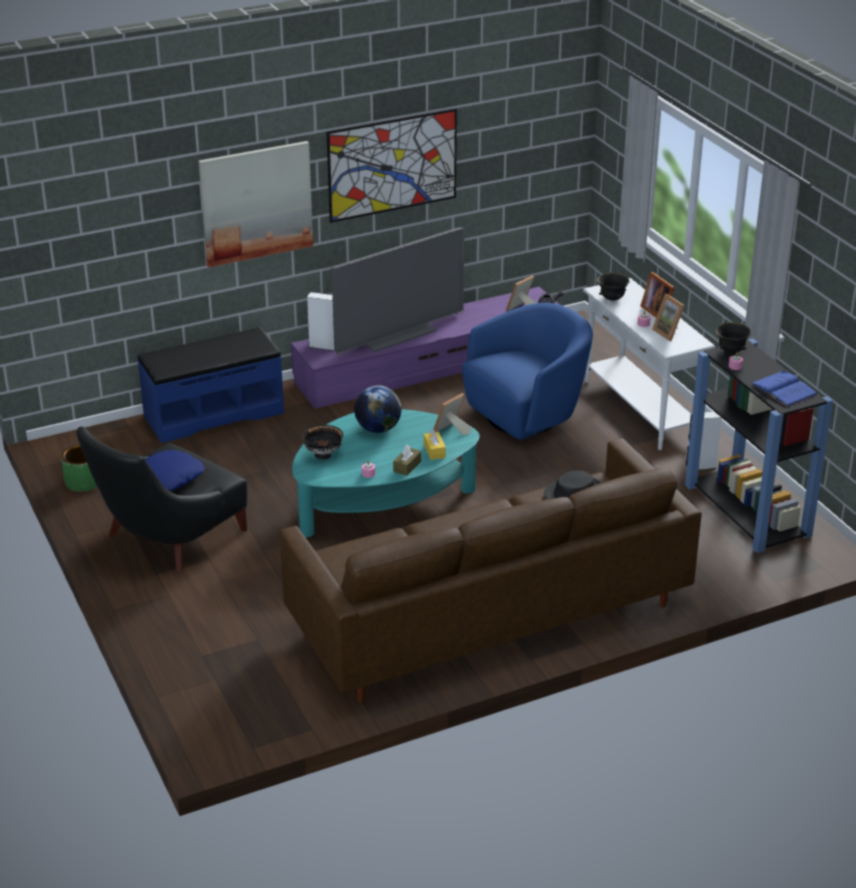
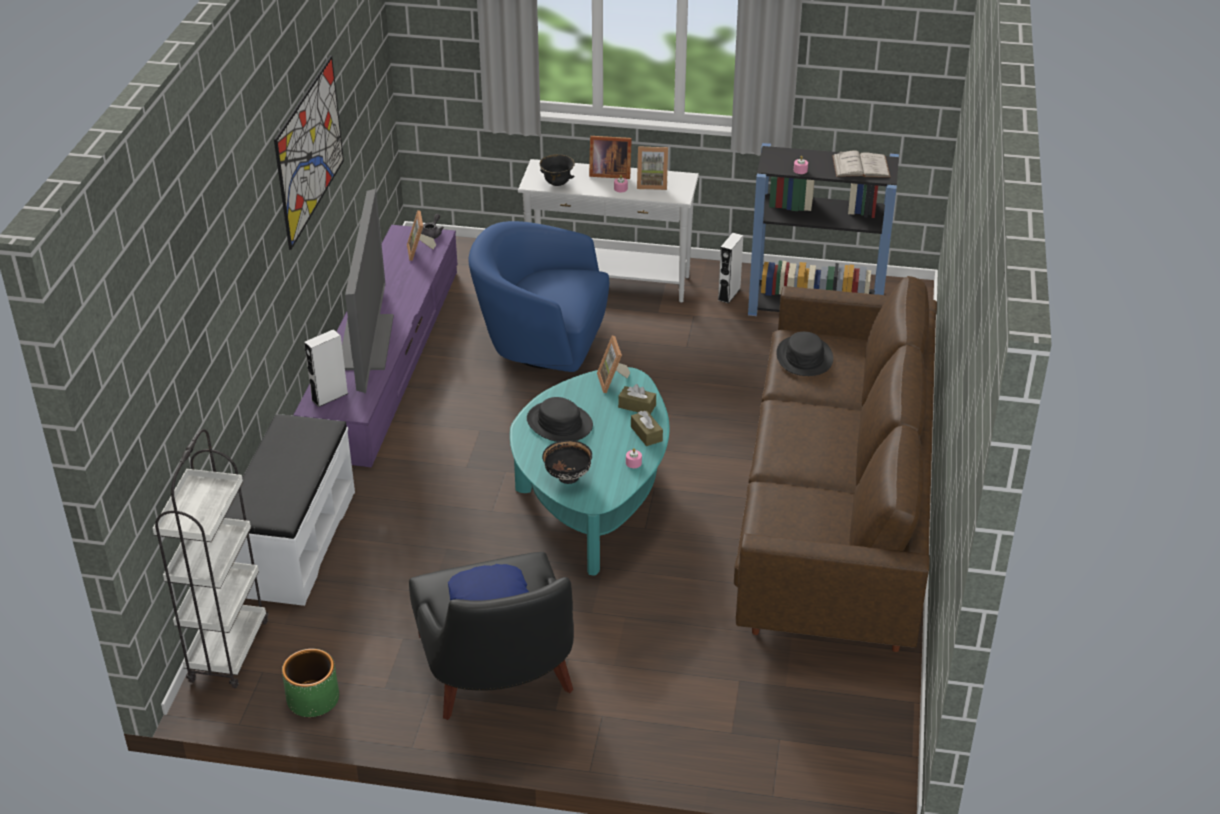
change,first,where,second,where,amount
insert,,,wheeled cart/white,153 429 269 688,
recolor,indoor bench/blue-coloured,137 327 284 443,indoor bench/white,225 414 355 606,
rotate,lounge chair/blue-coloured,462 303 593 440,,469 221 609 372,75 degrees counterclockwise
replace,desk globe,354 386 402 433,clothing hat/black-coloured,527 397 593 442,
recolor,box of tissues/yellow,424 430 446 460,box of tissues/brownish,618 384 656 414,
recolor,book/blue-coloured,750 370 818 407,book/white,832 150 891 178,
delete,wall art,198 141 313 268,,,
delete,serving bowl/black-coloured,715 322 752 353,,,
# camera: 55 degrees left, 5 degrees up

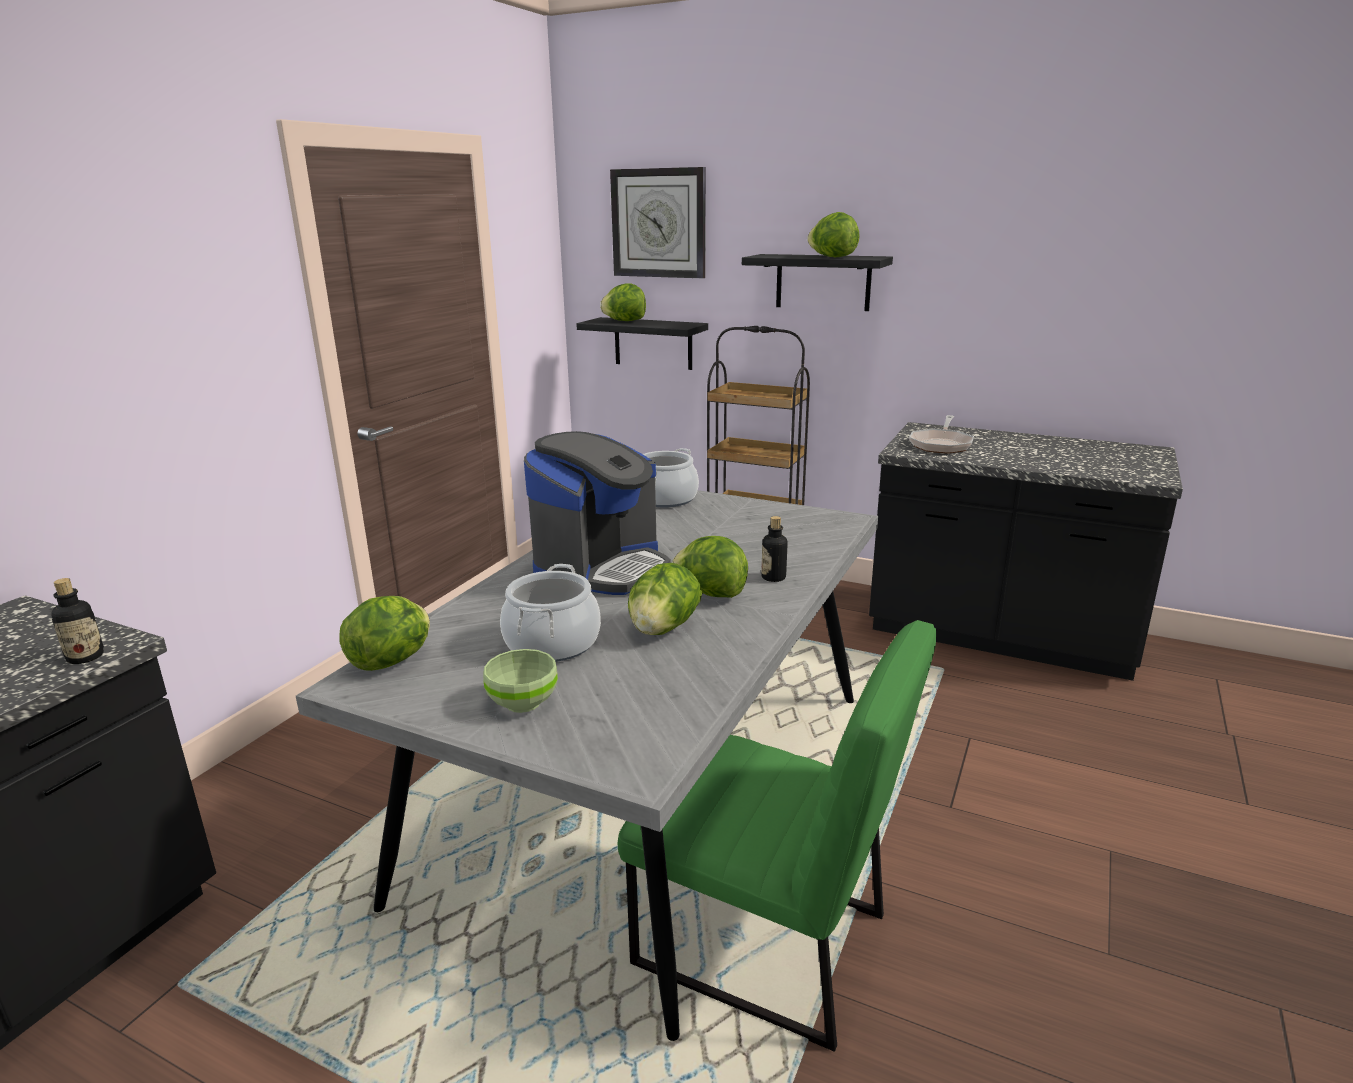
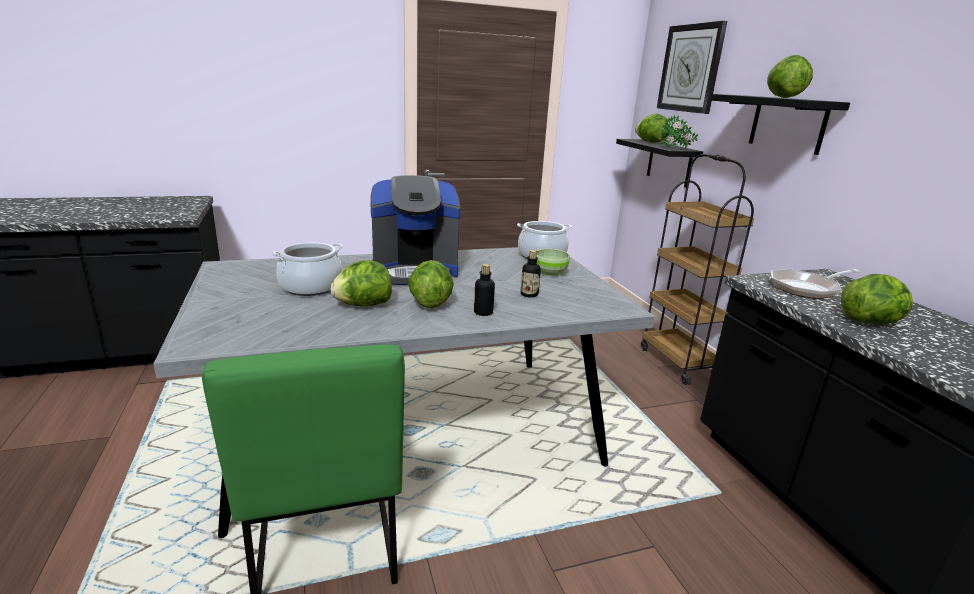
change,first,where,second,where,amount
move,beverage bottle,51 578 104 664,,521 250 541 298,
move,serving bowl/green-coloured,483 649 558 713,,536 249 570 276,
insert,,,potted plant,661 115 699 149,
move,head of lettuce,339 596 430 671,,841 274 913 324,
# camera: 45 degrees right, 0 degrees up

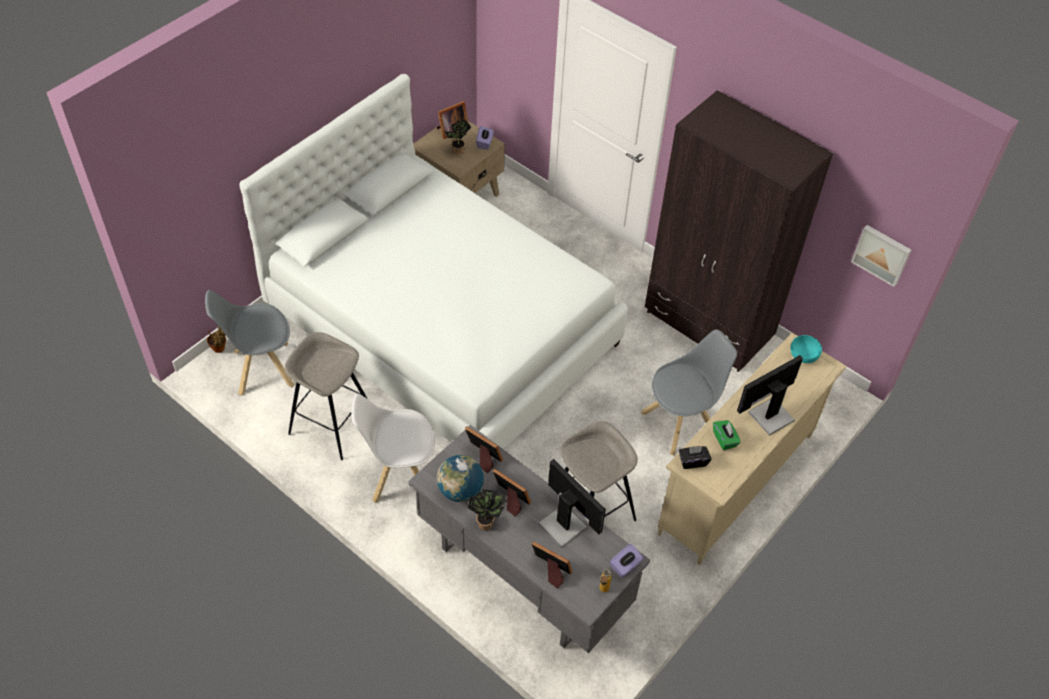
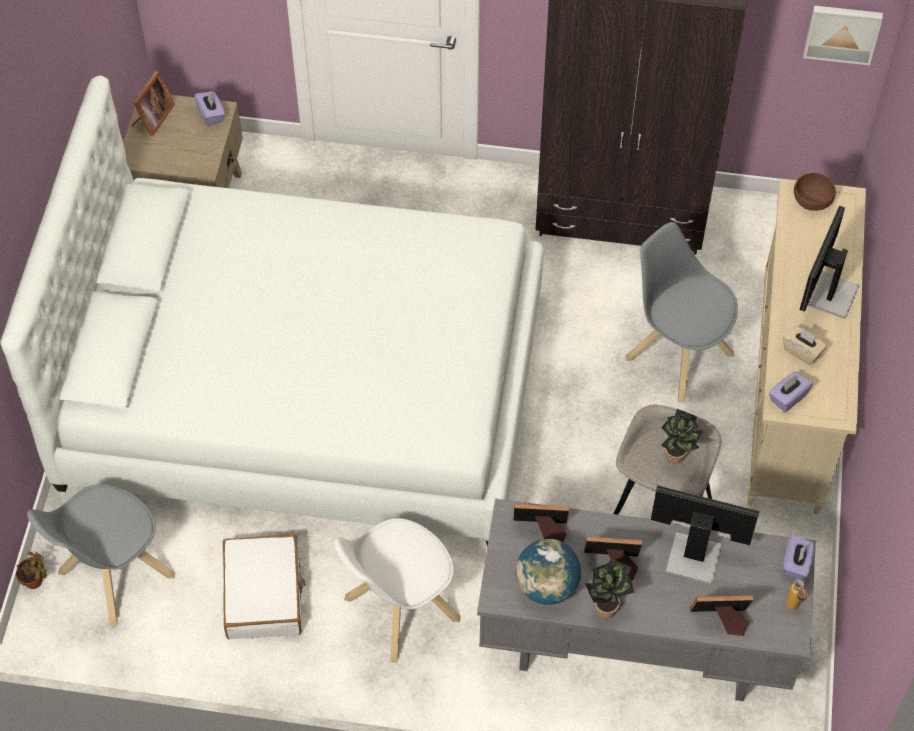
change,first,where,second,where,amount
replace,sitting stool/greyish,285 332 367 460,suitcase/white,222 534 306 640,
rotate,chair/greyish,641 329 737 456,,626 222 738 402,75 degrees counterclockwise
move,potted plant,445 120 471 154,,661 409 703 464,
recolor,box of tissues/black-coloured,679 446 712 469,box of tissues/purple-coloured,769 372 813 412,
recolor,box of tissues/green-coloured,713 420 741 450,box of tissues/beige-coloured,783 326 827 365,
recolor,serving bowl/blue-green,790 335 822 363,serving bowl/brownish,794 173 836 211,
# camera: 30 degrees left, 5 degrees up

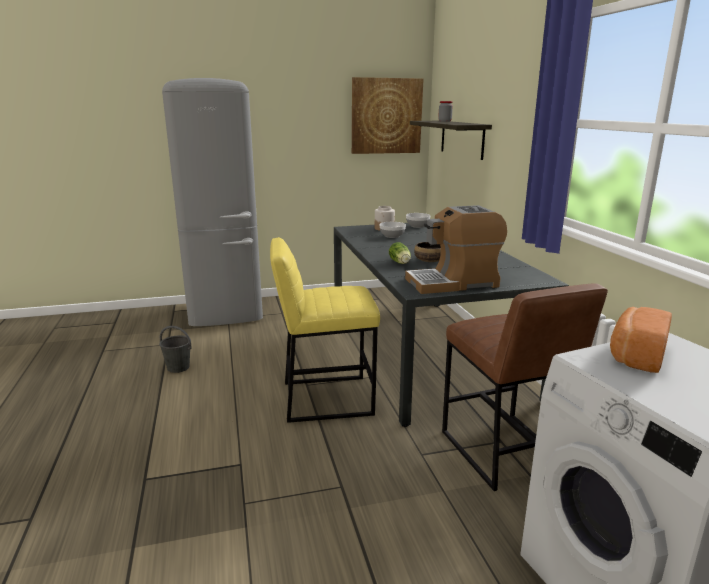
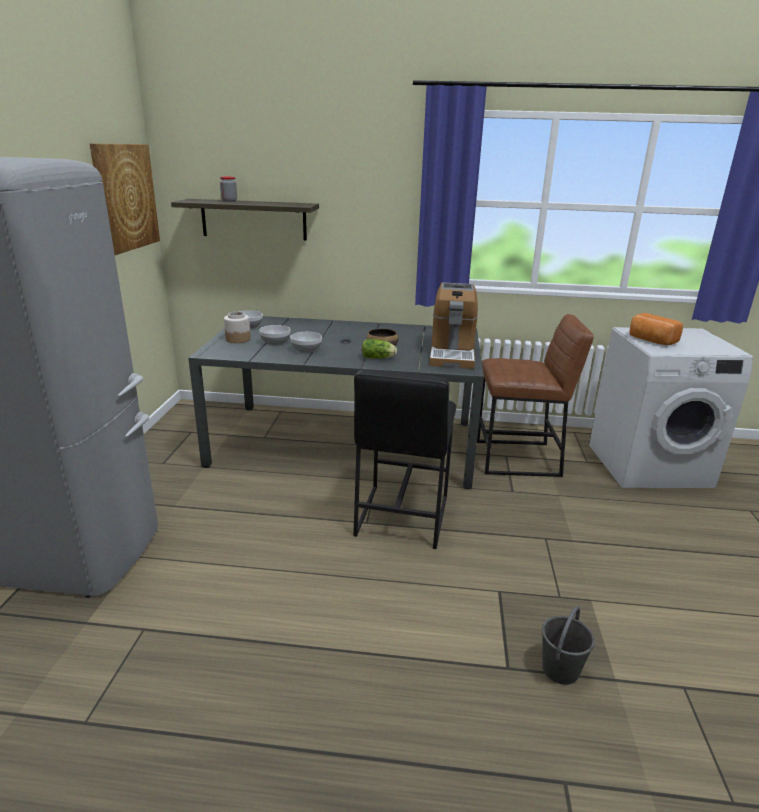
change,first,where,second,where,amount
insert,,,serving bowl,290 332 322 353,
recolor,chair/yellow,270 237 380 423,chair/black-coloured,353 369 456 549,
move,water bucket/greyish,159 326 192 373,,542 606 595 685,
# camera: 70 degrees left, 5 degrees up

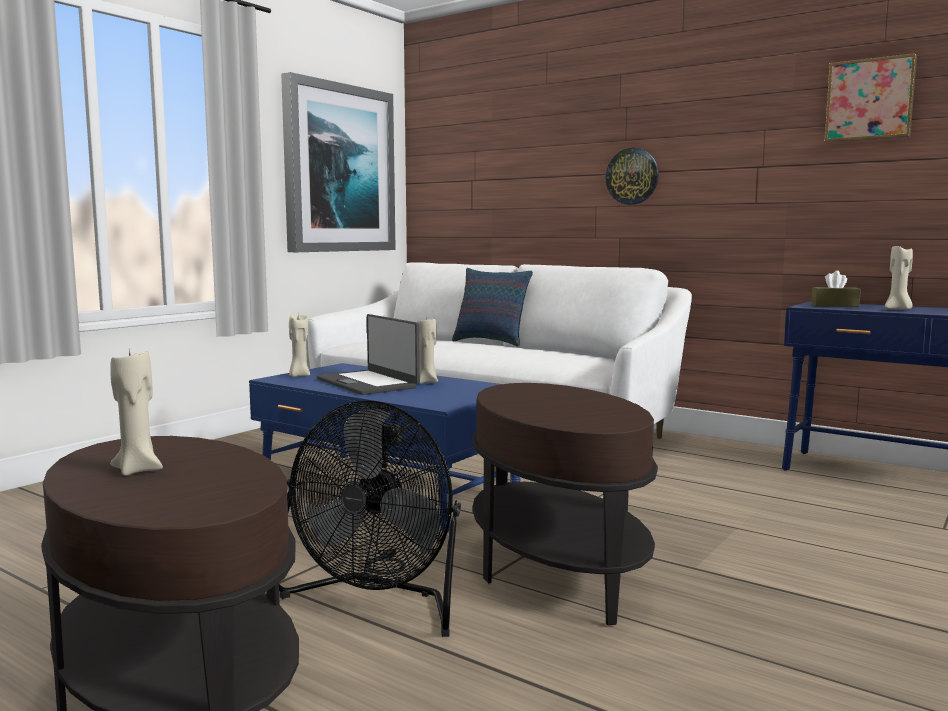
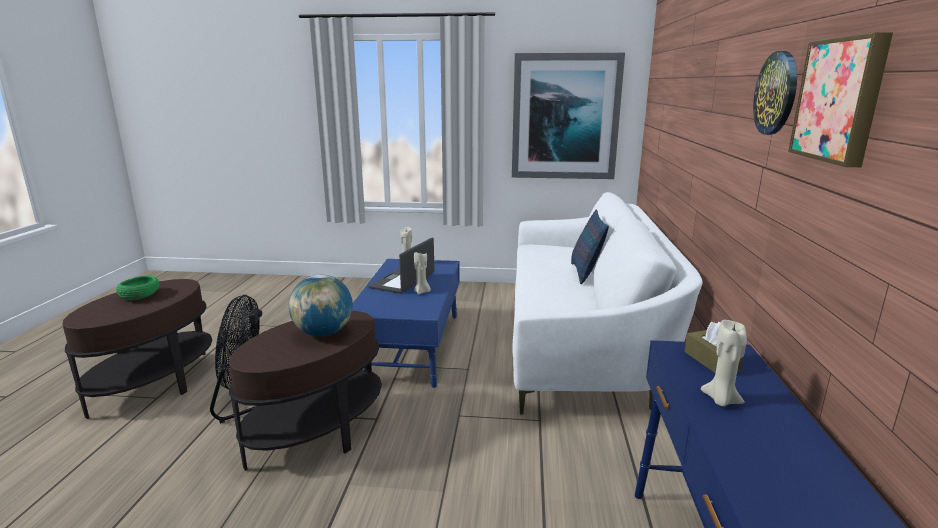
change,first,where,second,where,amount
replace,wax candle/beige-coloured,110 349 163 476,serving bowl/green-coloured,116 276 159 300,
insert,,,desk globe,289 275 353 337,
move,wall clock,605 148 659 205,,753 51 797 135,
# camera: 60 degrees right, 10 degrees up

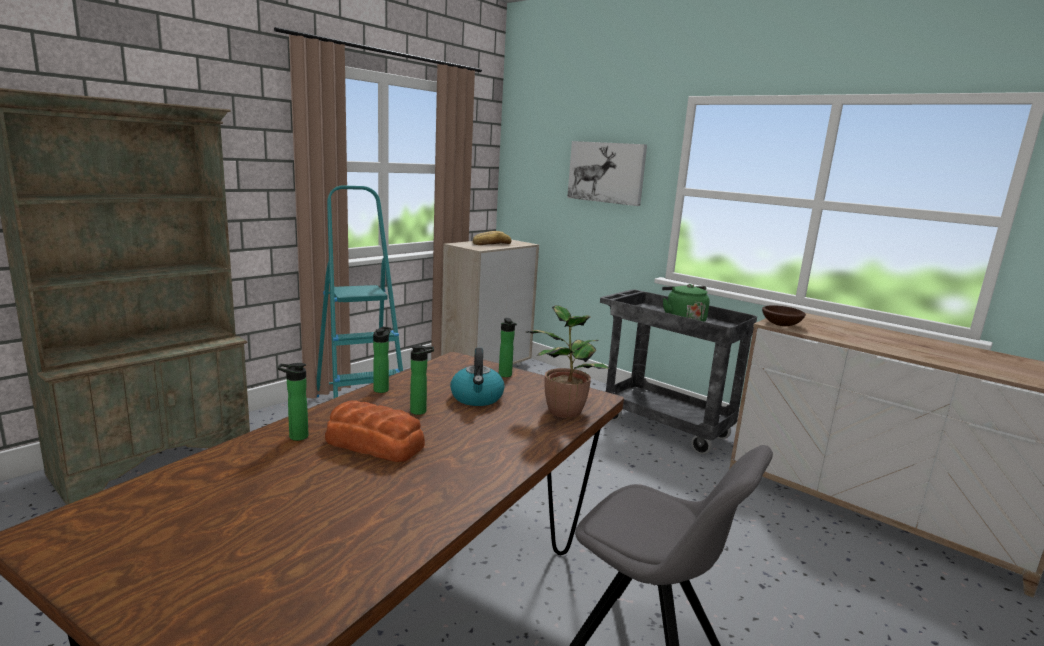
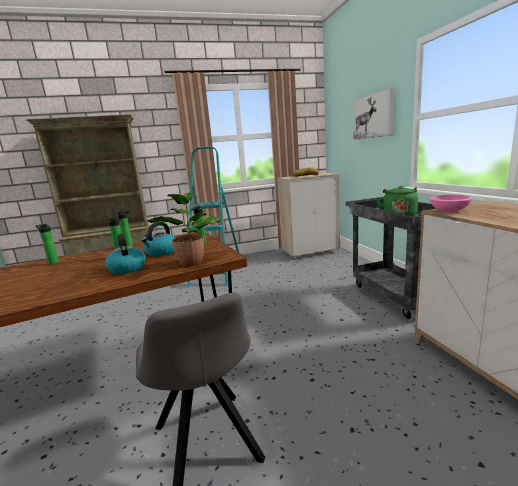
change,first,where,second,where,amount
insert,,,tea kettle,105 234 146 274,
recolor,serving bowl/brownish,762 305 806 326,serving bowl/pinkish,429 195 472 212,
delete,bakery bread,325 400 425 462,,,
# camera: 35 degrees right, 0 degrees up

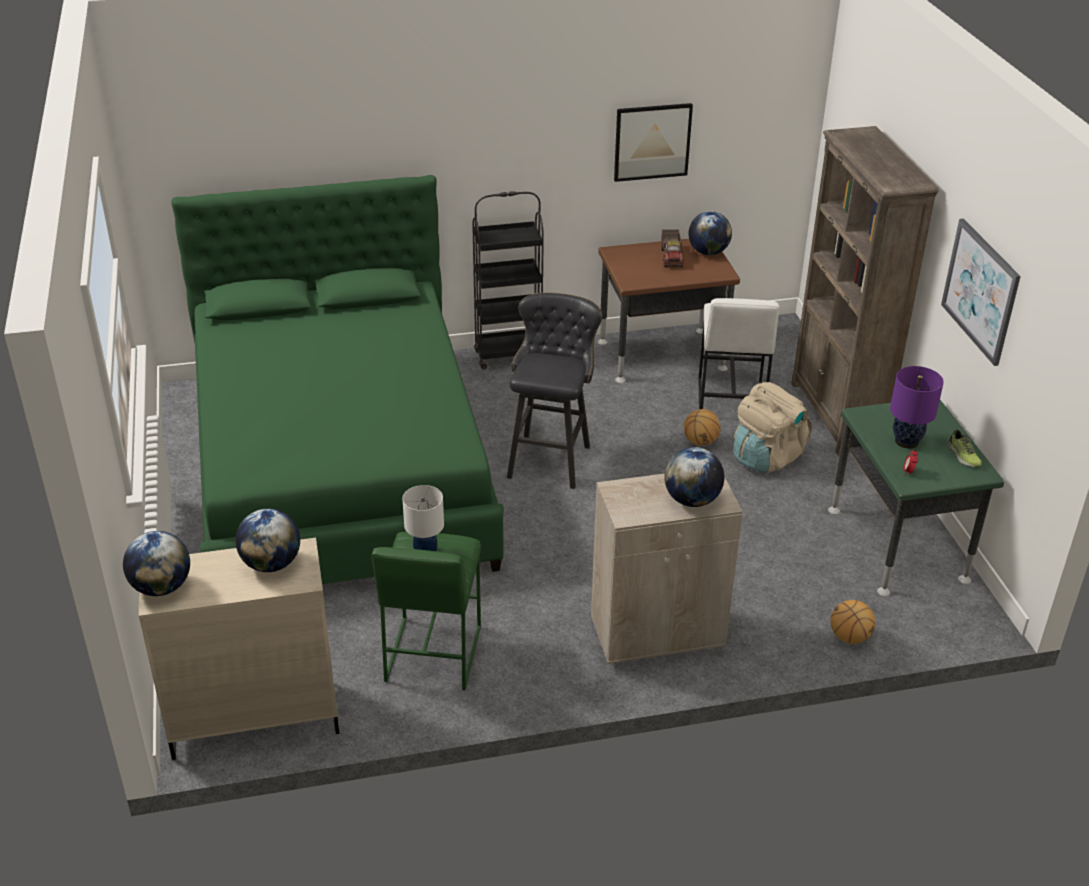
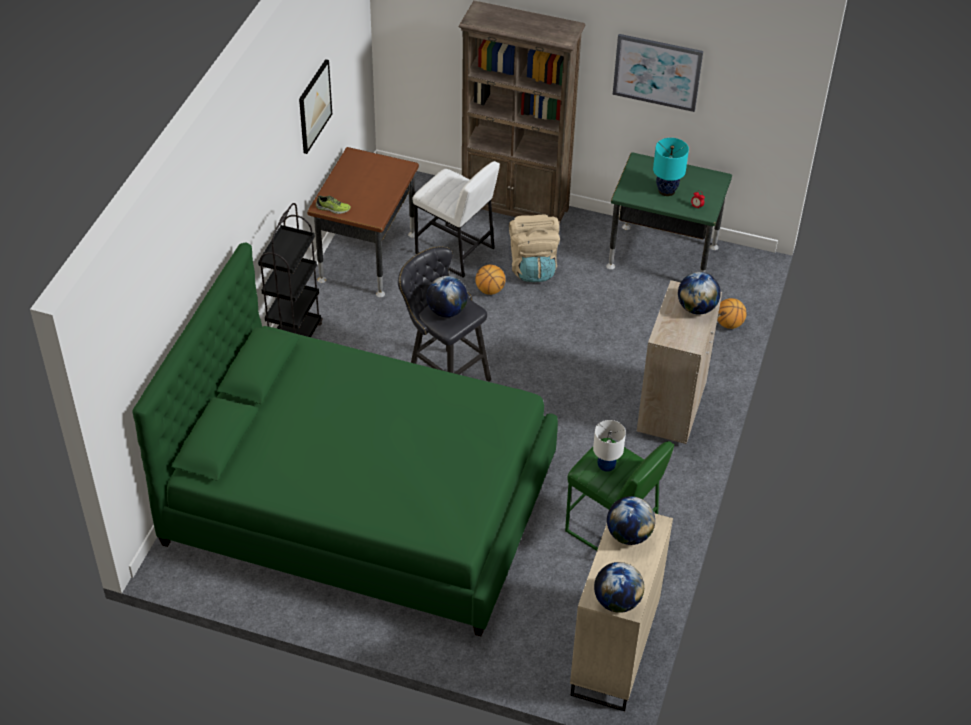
change,first,where,second,where,amount
move,low shoe,947 430 982 467,,316 195 351 214,
move,desk globe,688 211 732 255,,427 276 468 317,
recolor,tabletop lamp/purple-coloured,890 366 944 448,tabletop lamp/blue-green,653 138 689 196,
delete,model truck,661 230 684 267,,,
# camera: 60 degrees left, 10 degrees up

